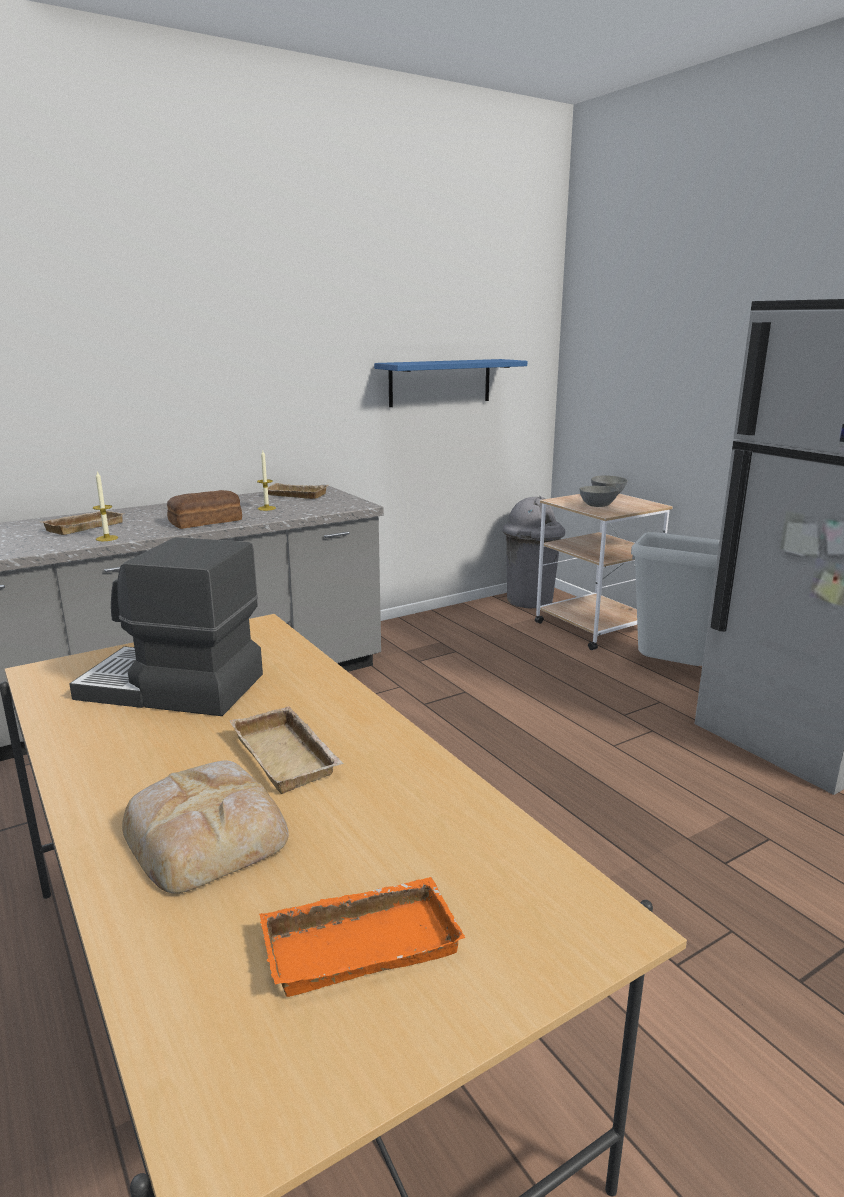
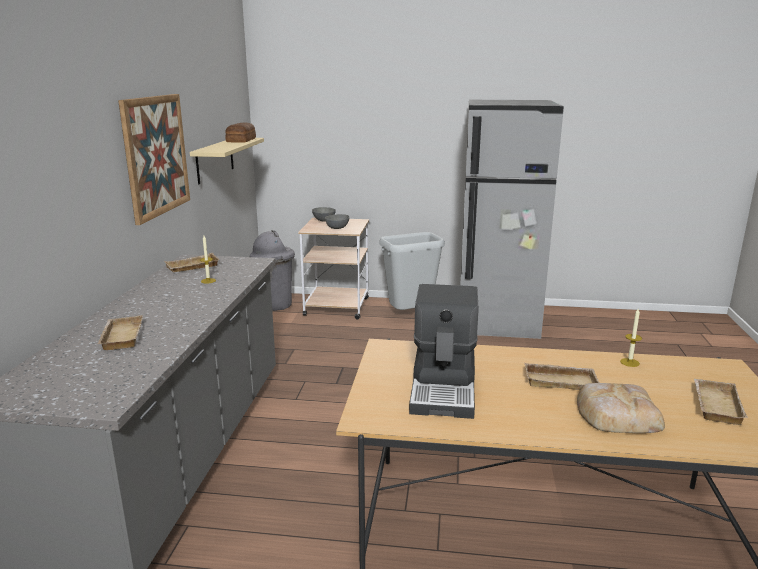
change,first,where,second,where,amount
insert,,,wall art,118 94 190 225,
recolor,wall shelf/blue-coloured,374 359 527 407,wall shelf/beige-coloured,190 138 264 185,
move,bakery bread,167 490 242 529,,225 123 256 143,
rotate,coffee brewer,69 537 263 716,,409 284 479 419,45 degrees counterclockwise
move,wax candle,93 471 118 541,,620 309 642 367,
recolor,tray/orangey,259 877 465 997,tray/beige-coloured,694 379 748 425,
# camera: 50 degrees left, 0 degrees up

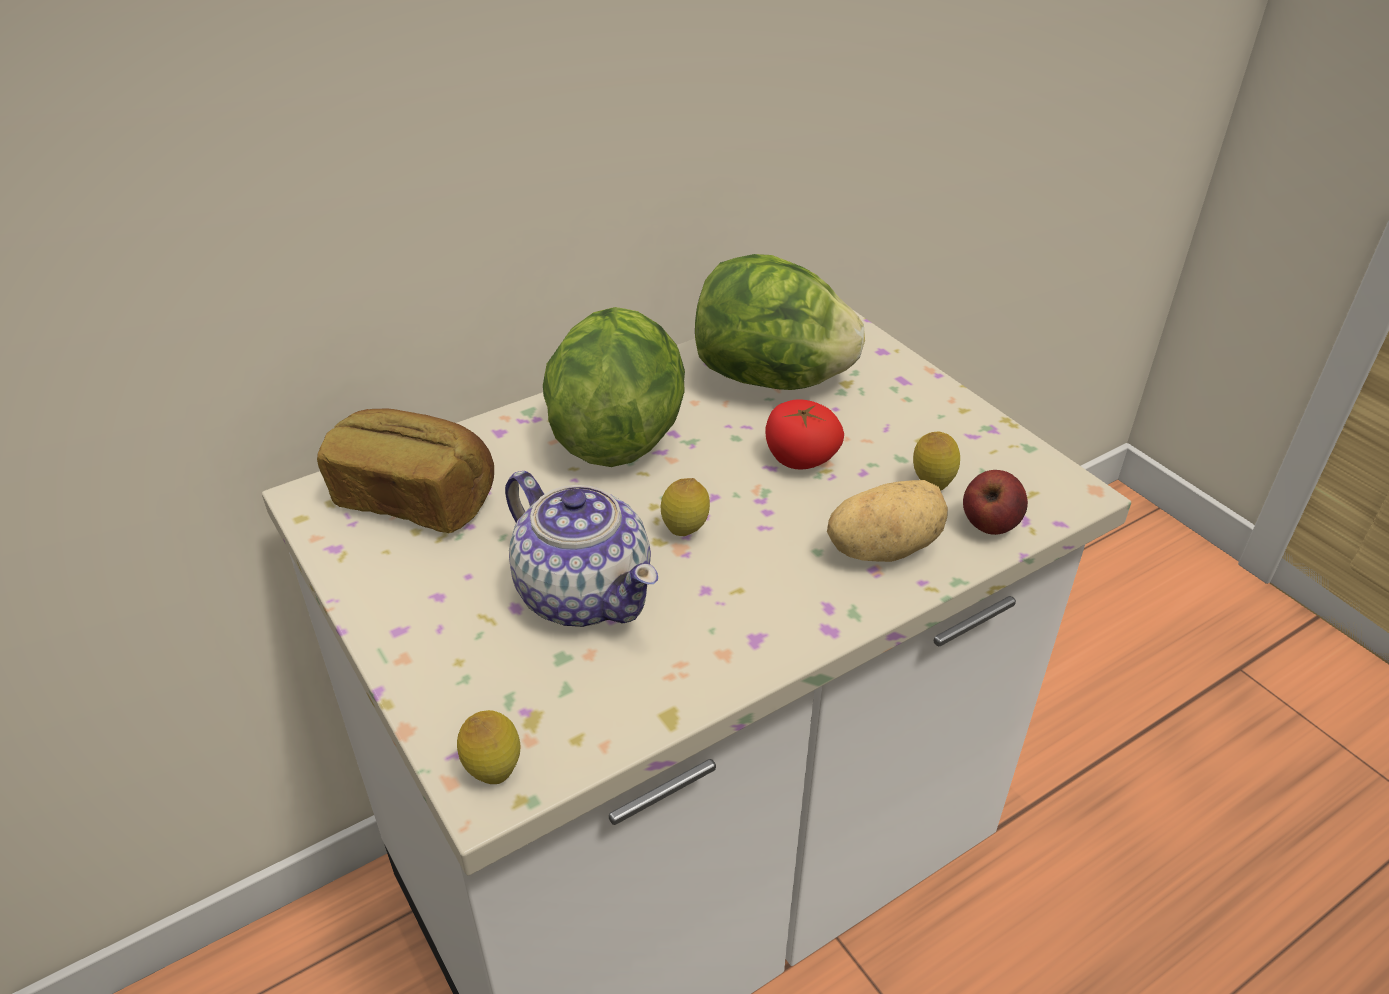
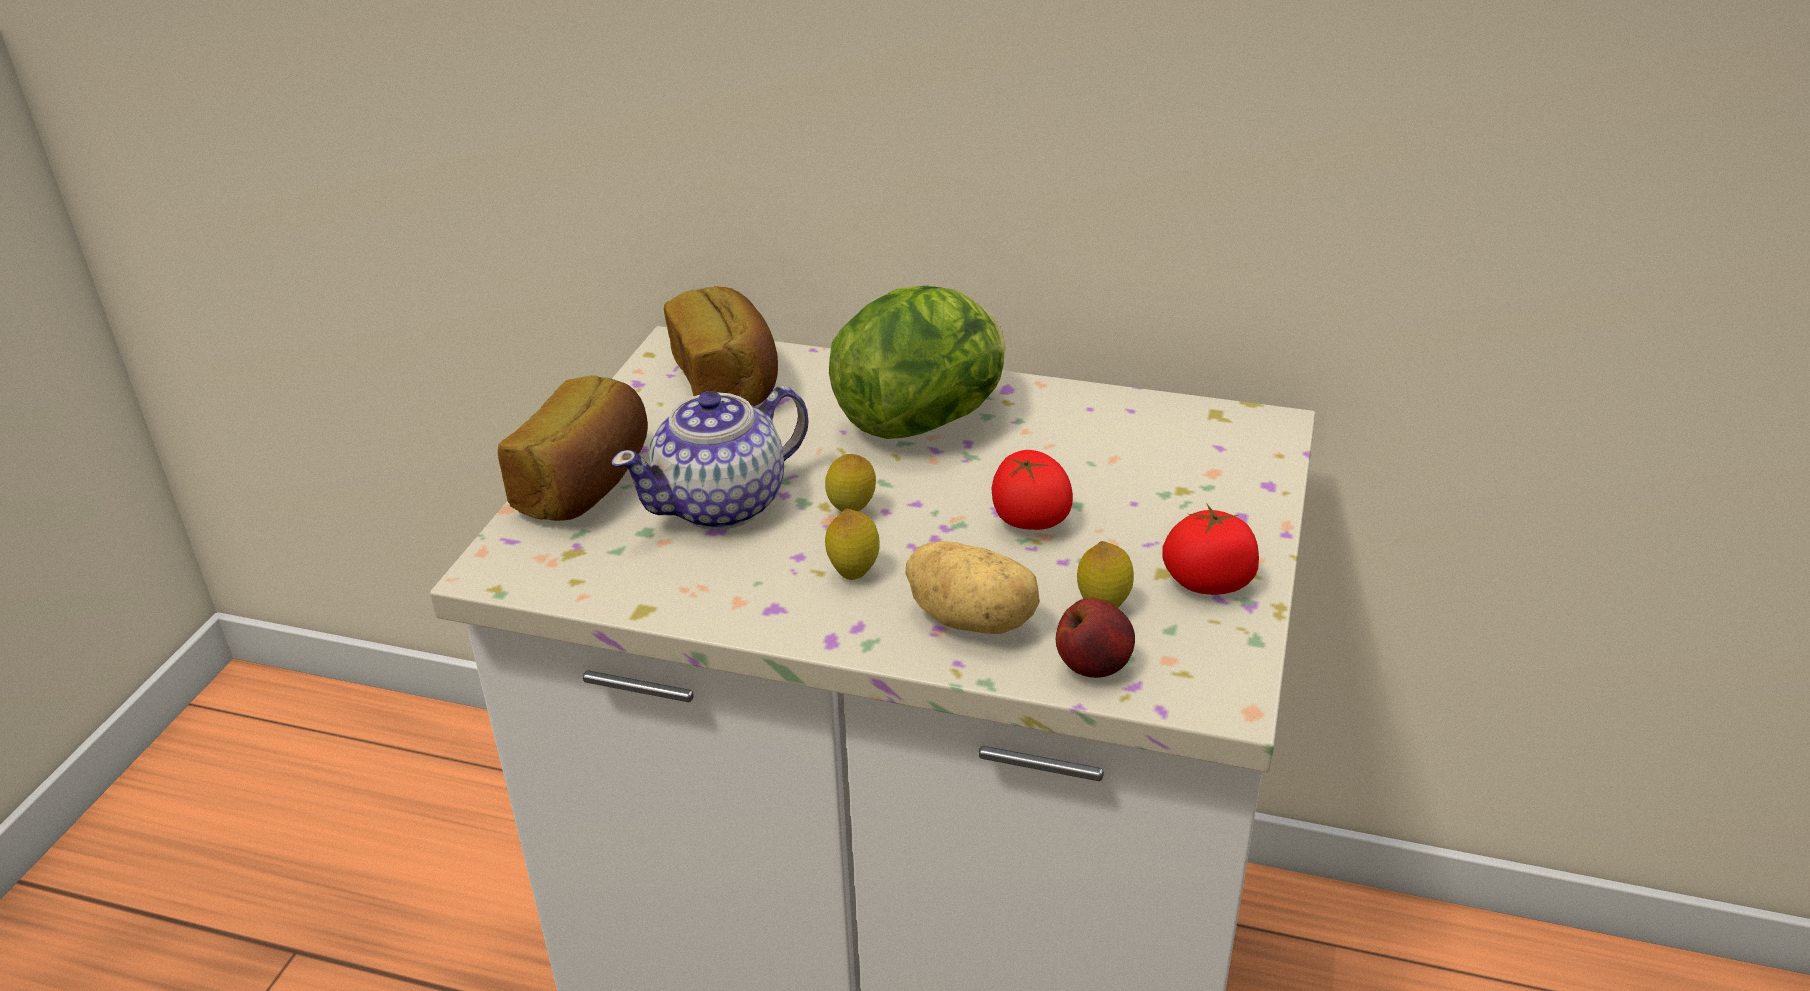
change,first,where,second,where,amount
insert,,,bakery bread,498 375 648 521,
rotate,pot for tea,505 471 658 627,,612 386 809 530,45 degrees clockwise
move,whole lemon,457 710 521 784,,825 509 880 580,
insert,,,tomato,1162 504 1259 595,
delete,head of lettuce,695 254 865 390,,,
# camera: 50 degrees right, 5 degrees down

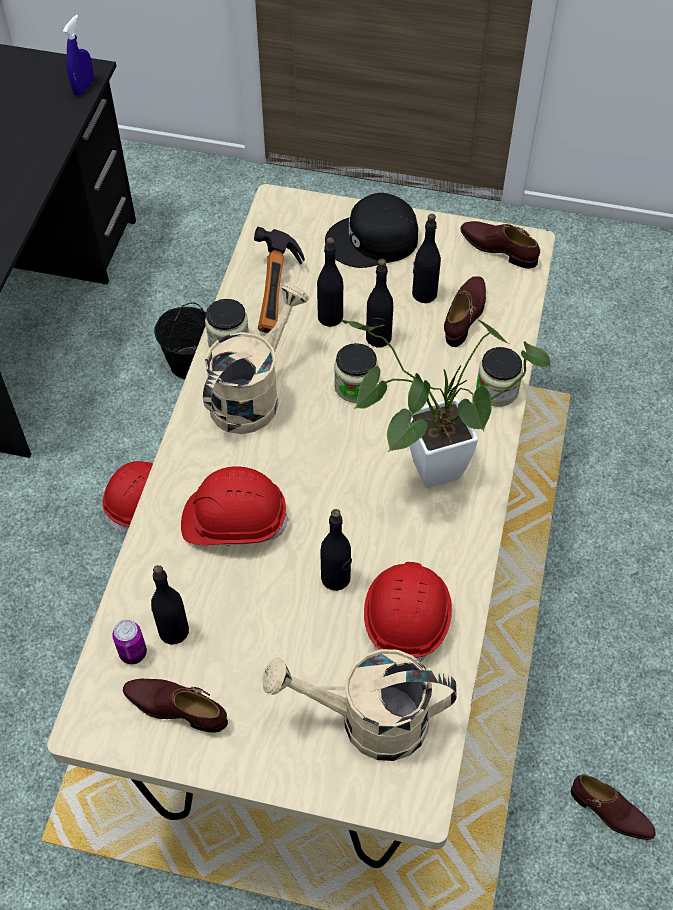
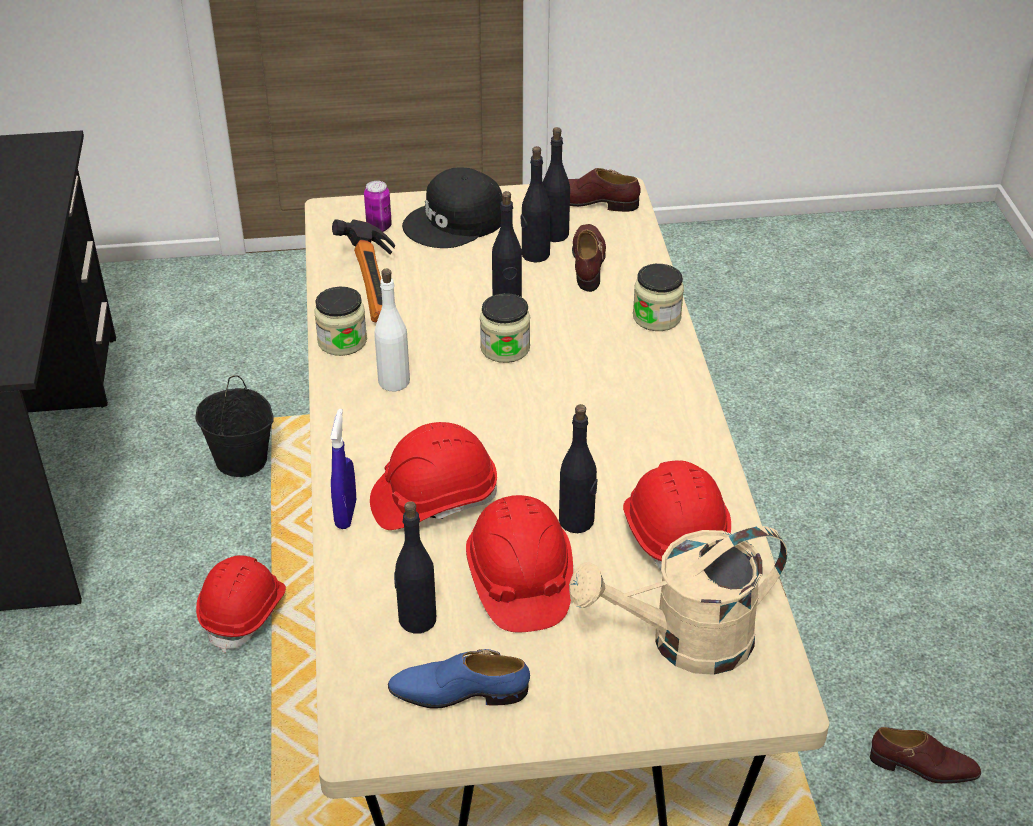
change,first,where,second,where,amount
move,hand sprayer/blue-coloured,63 15 94 96,,330 409 356 529,
move,sealed can,112 620 147 664,,364 181 392 232,
replace,watering can/beige-coloured,203 283 309 434,beverage bottle/white,374 269 410 391,
recolor,low shoe/brownish,123 679 228 733,low shoe/blue-coloured,388 649 530 709,
insert,,,hard hat/reddish,466 495 573 632,
move,beverage bottle/black-coloured,317 237 343 327,,543 127 570 242,
delete,potted plant,342 320 552 488,,,
# camera: 20 degrees left, 15 degrees down

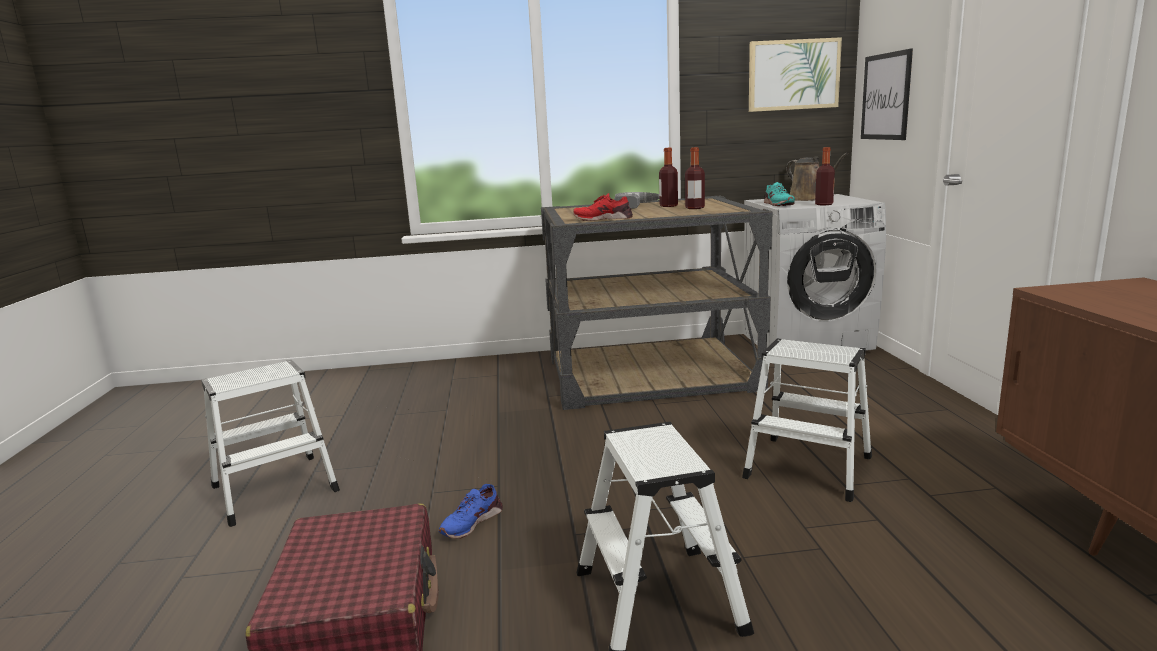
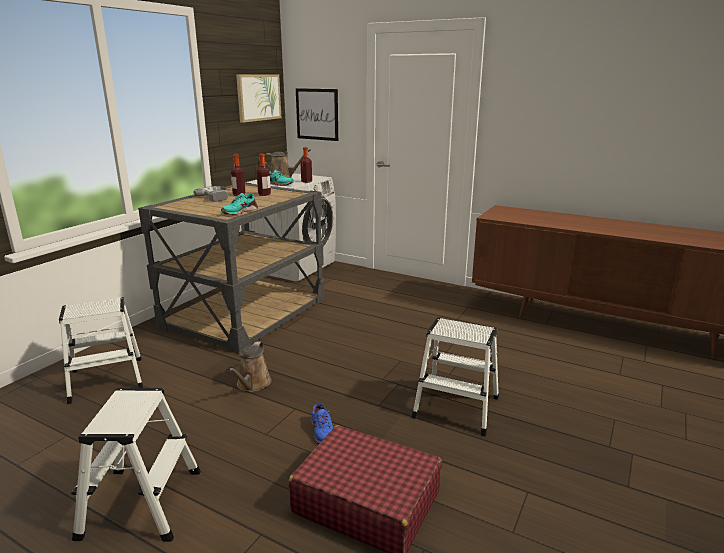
change,first,where,second,where,amount
move,stepladder/white,742 338 872 502,,59 297 143 404,
recolor,low shoe/reddish,573 193 633 221,low shoe/blue-green,221 193 258 215,
insert,,,watering can/brownish,228 341 272 392,
# camera: 55 degrees left, 5 degrees up

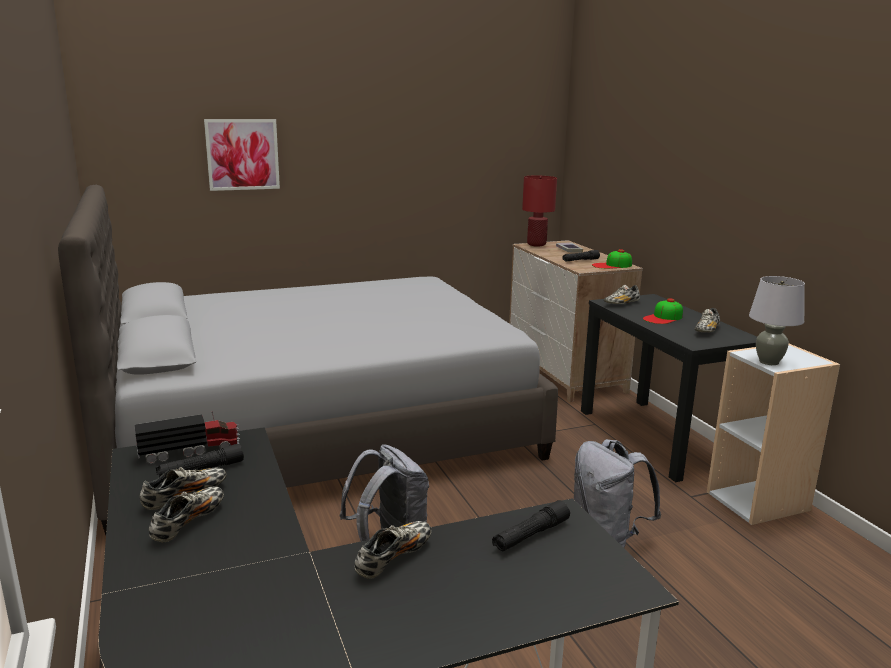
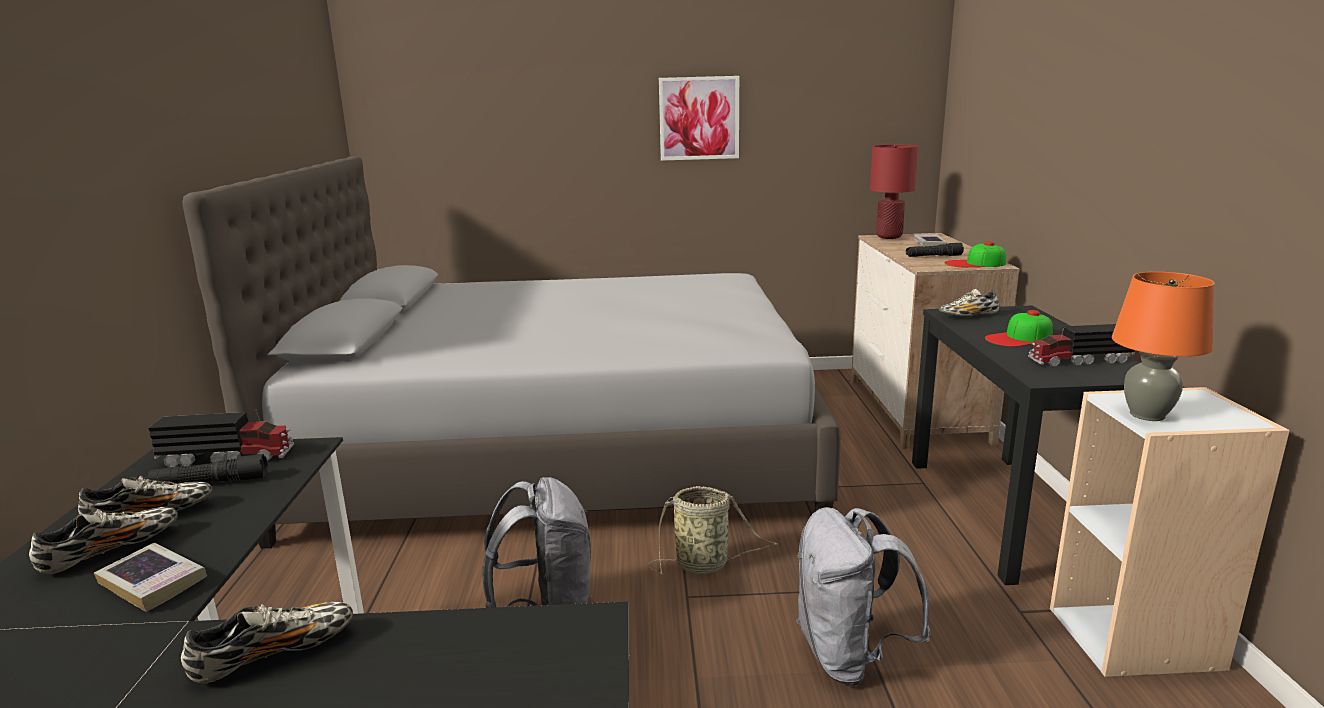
change,first,where,second,where,amount
insert,,,book,94 543 207 612,
insert,,,household basket,648 486 778 575,
move,wall art,204 119 280 191,,659 76 739 161,
replace,low shoe,695 308 720 332,model truck,1028 324 1135 367,
recolor,tabletop lamp/greyish,749 276 805 365,tabletop lamp/orangey,1112 272 1214 421,
delete,flashlight/black-coloured,492 500 570 552,,,
# camera: 20 degrees right, 0 degrees up

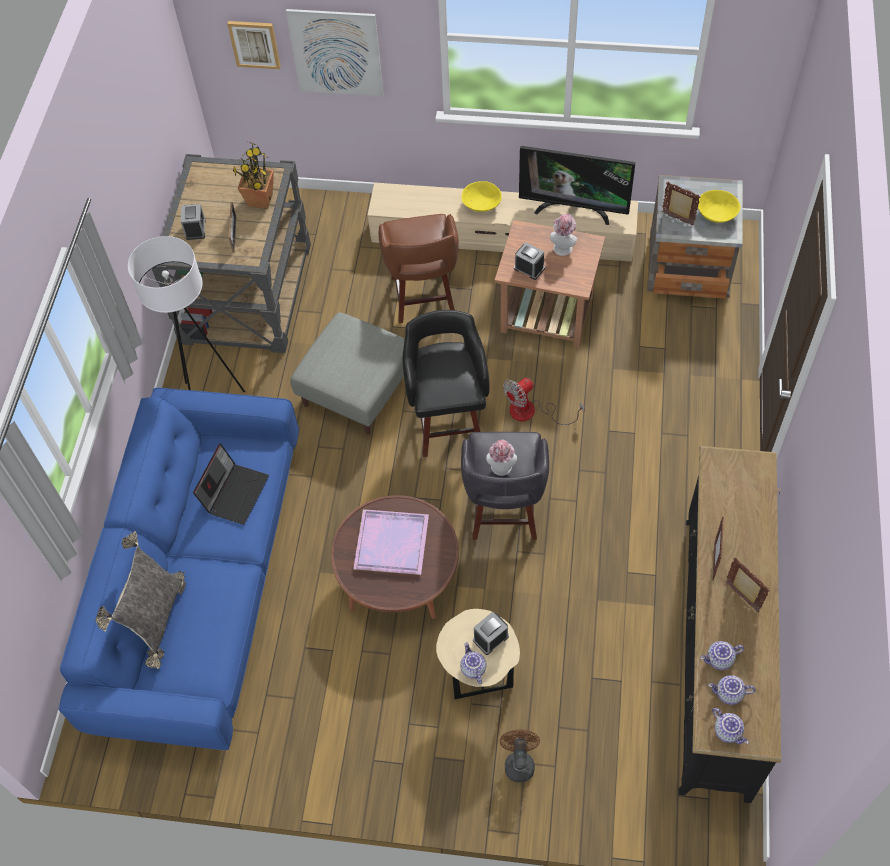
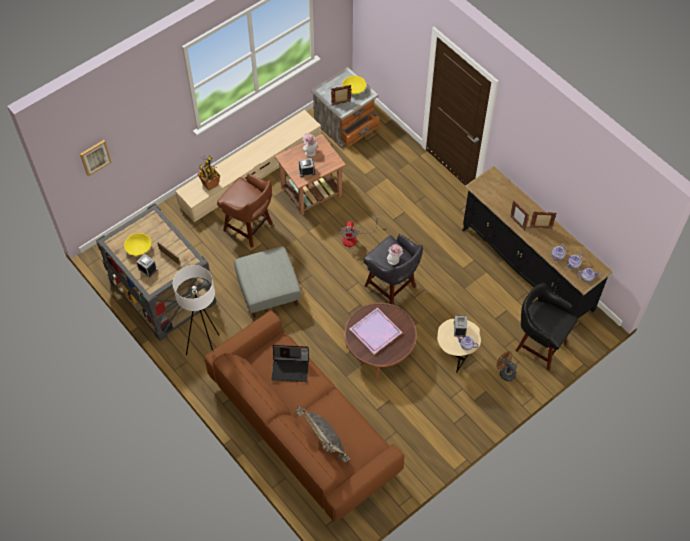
change,first,where,second,where,amount
move,serving bowl/yellow,461 181 502 212,,124 233 151 256,
move,potted plant,233 142 274 209,,197 156 220 191,
recolor,sofa/blue-coloured,58 388 299 751,sofa/brownish,204 310 405 522,
rotate,laptop,193 443 269 525,,272 345 309 382,120 degrees clockwise
move,sitting stool/black-coloured,403 310 490 457,,515 282 578 371,
delete,wall art,286 9 383 96,,,
delete,TV set,519 146 636 225,,,
# camera: 50 degrees left, 0 degrees up

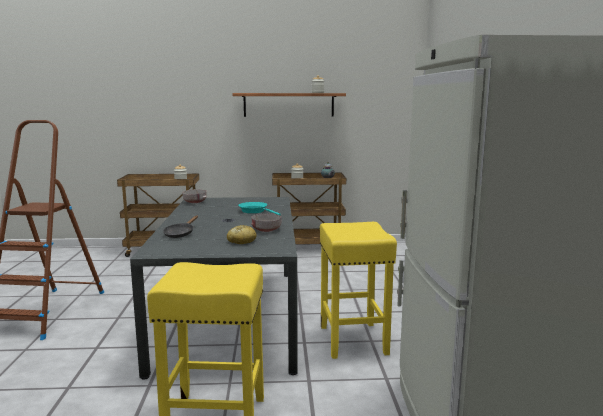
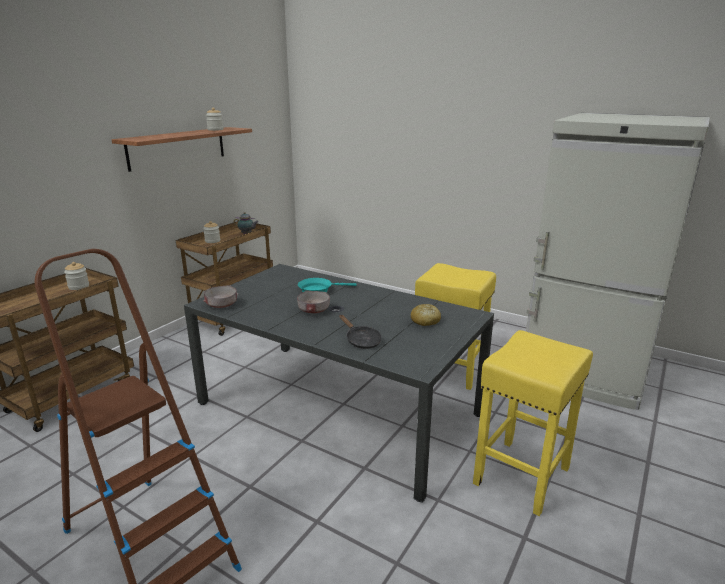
change,first,where,second,where,amount
move,serving bowl/greyish,251 213 282 232,,297 290 330 313,
# camera: 55 degrees left, 10 degrees up

